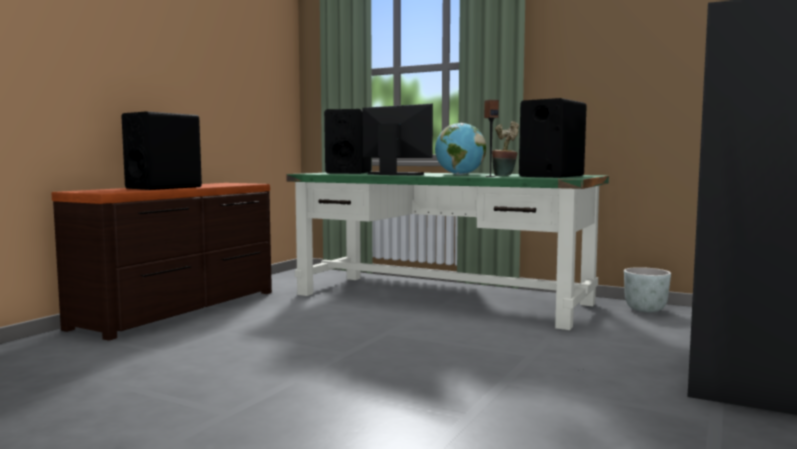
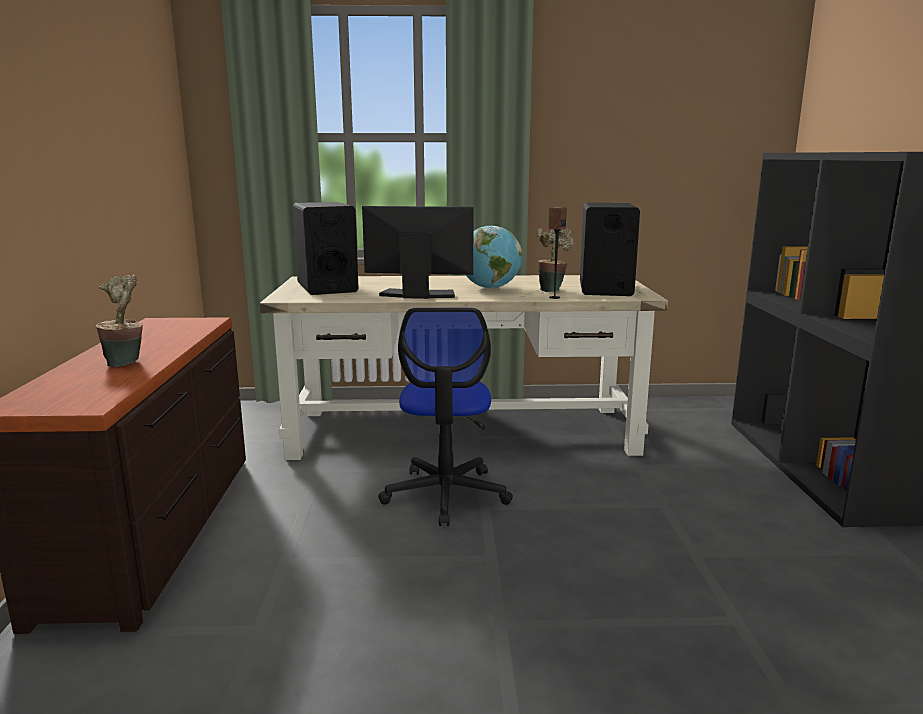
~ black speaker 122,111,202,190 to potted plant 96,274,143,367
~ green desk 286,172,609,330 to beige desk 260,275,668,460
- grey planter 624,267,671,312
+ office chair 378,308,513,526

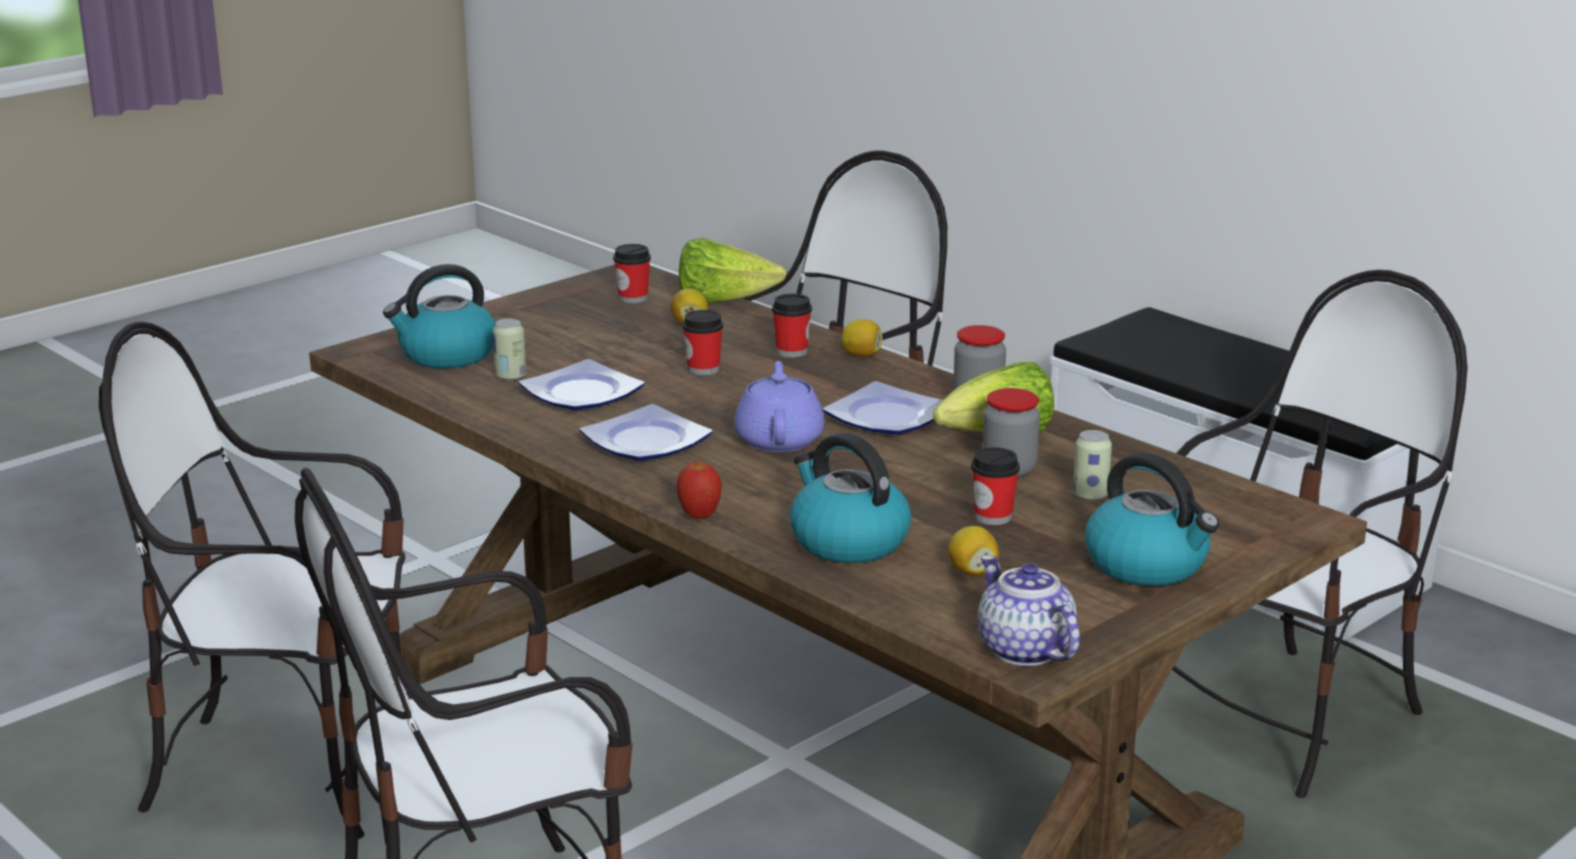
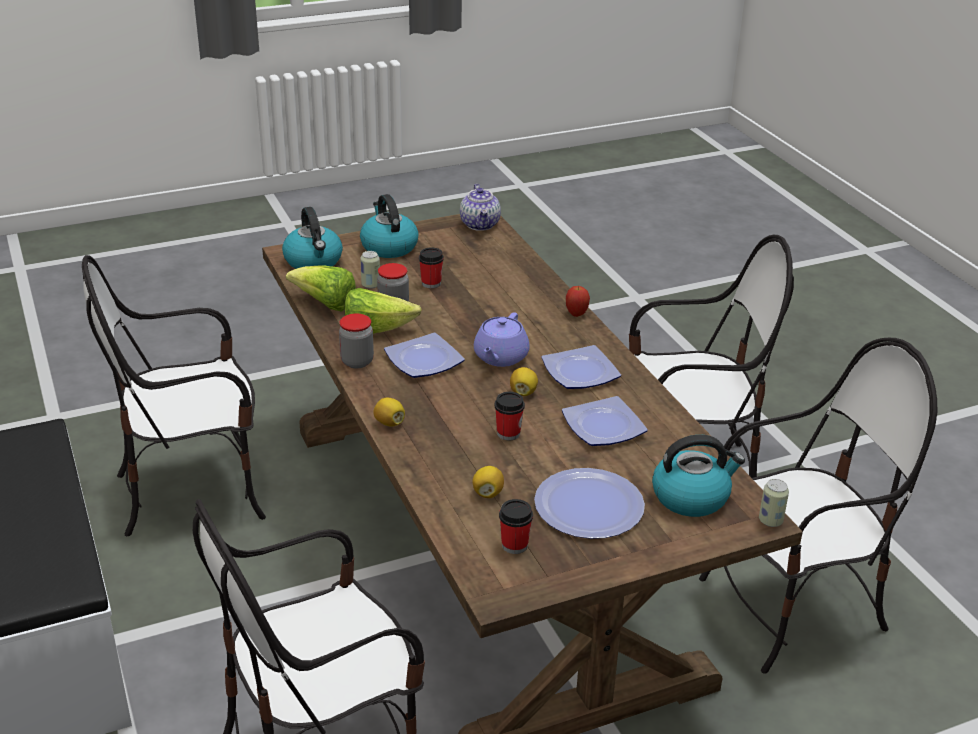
~ lettuce 679,238,787,303 to 286,265,356,312
- cup 772,294,812,358
~ can 493,319,526,381 to 759,479,789,527
~ chair 99,322,409,839 = 699,338,937,674 45 degrees counterclockwise
~ kettle 790,432,911,563 to 282,207,343,269
~ lemon 948,526,999,576 to 510,367,538,396
+ plate 534,468,645,539

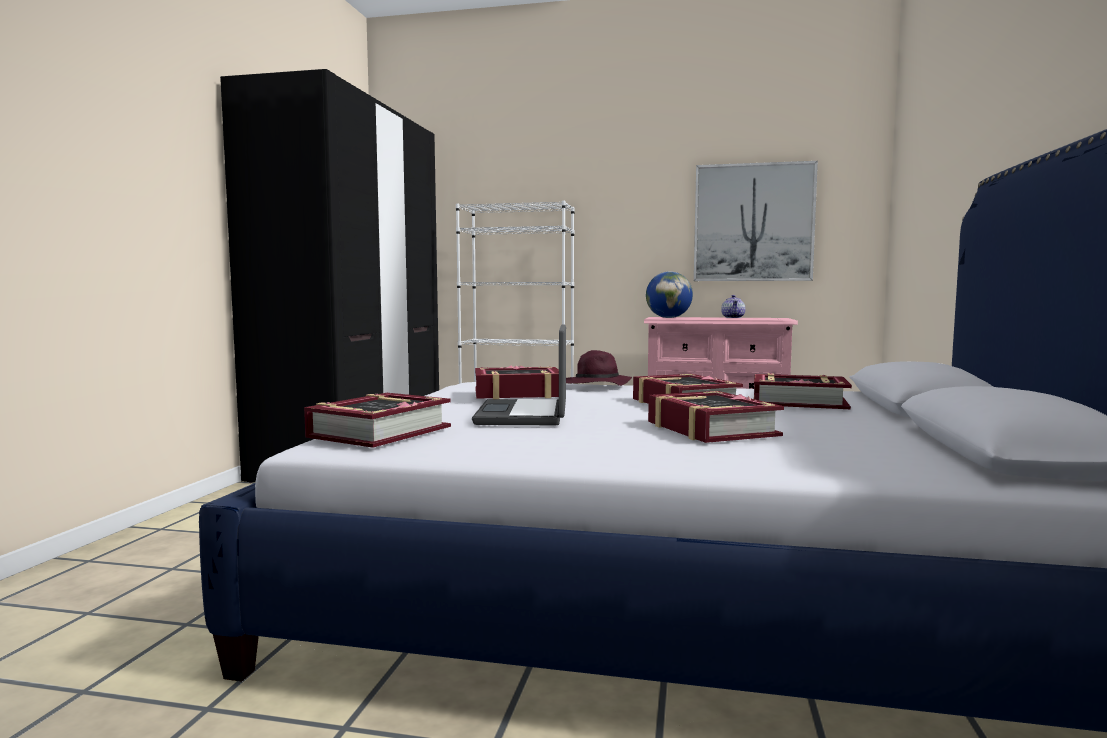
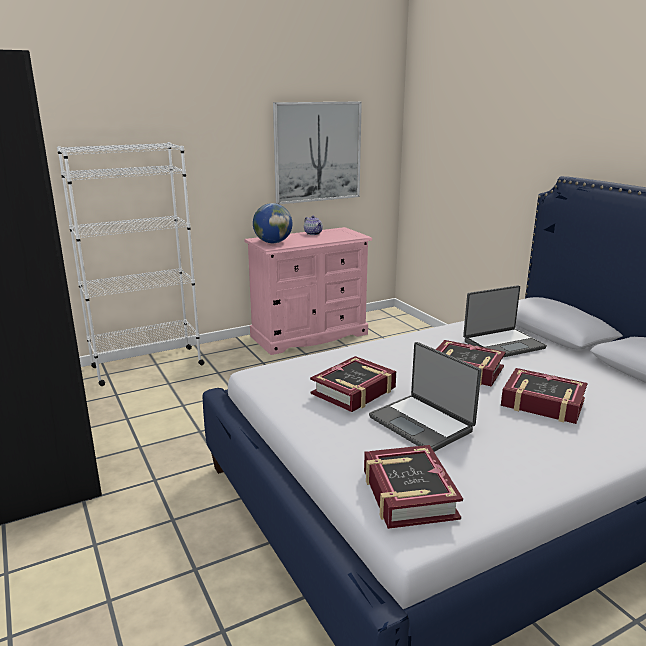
- purple hat 566,350,632,386
~ book 754,373,852,409 to laptop 463,285,547,357

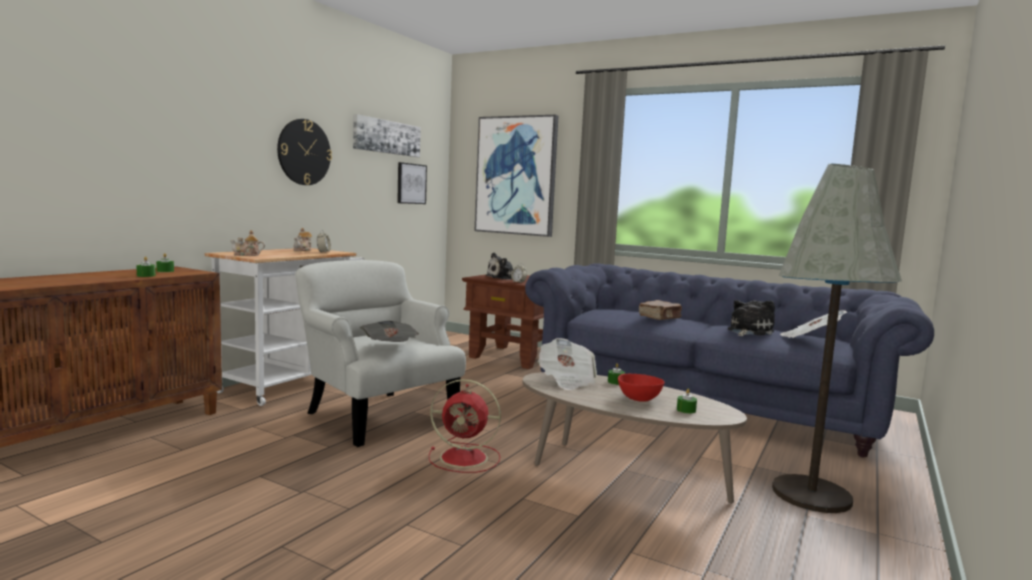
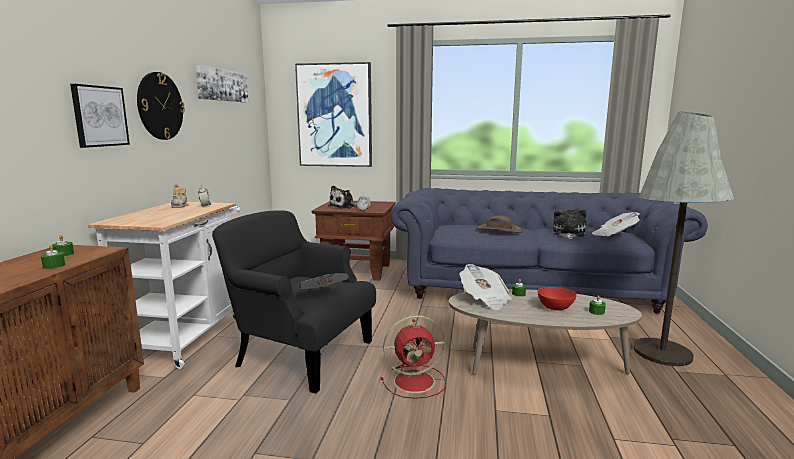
~ picture 397,162,427,204 to 70,84,130,148
- teapot 230,230,265,256
~ white armchair 295,260,466,447 to black armchair 212,210,376,394
~ brown book 639,300,682,320 to brown hat 476,215,523,233

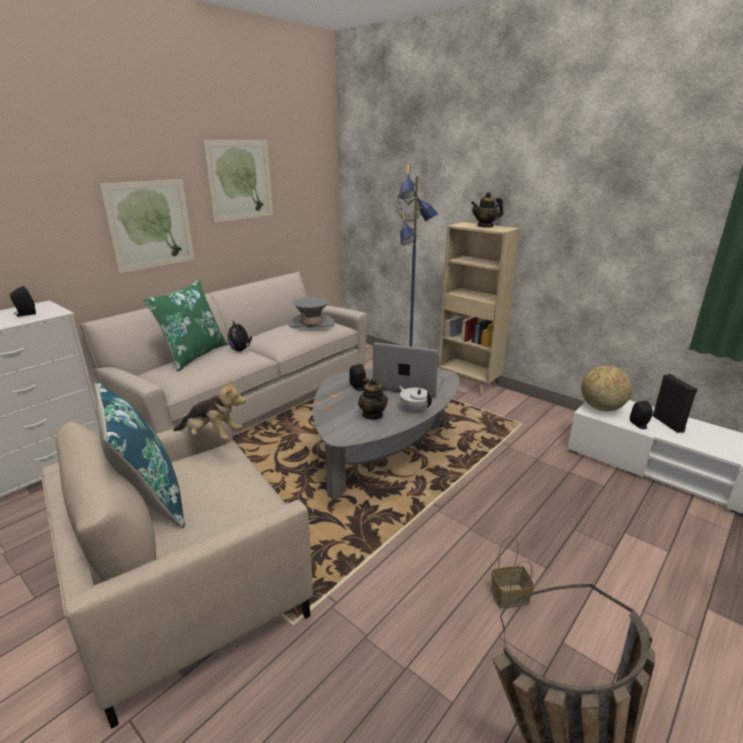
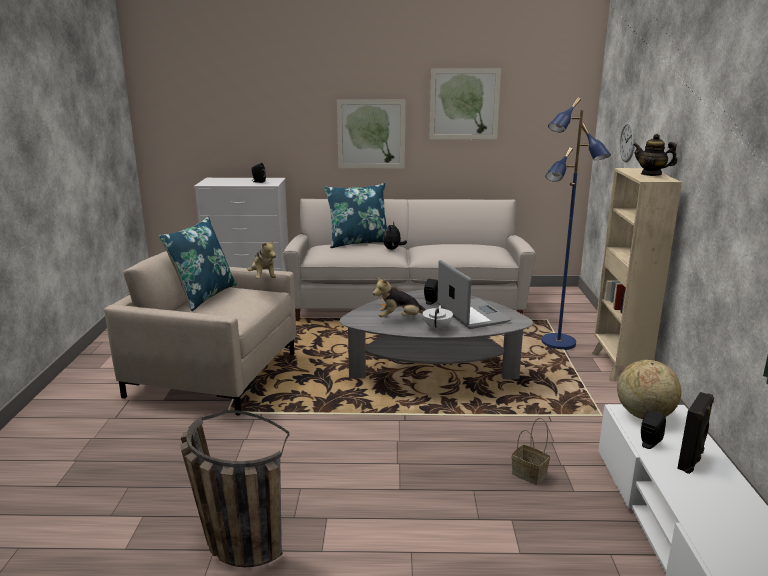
~ green pillow 143,280,228,371 to blue pillow 324,183,387,248
- grey hat 289,297,335,328
~ teapot 358,378,388,420 to plush toy 373,277,426,317
~ basket 491,535,534,609 to 512,418,550,485

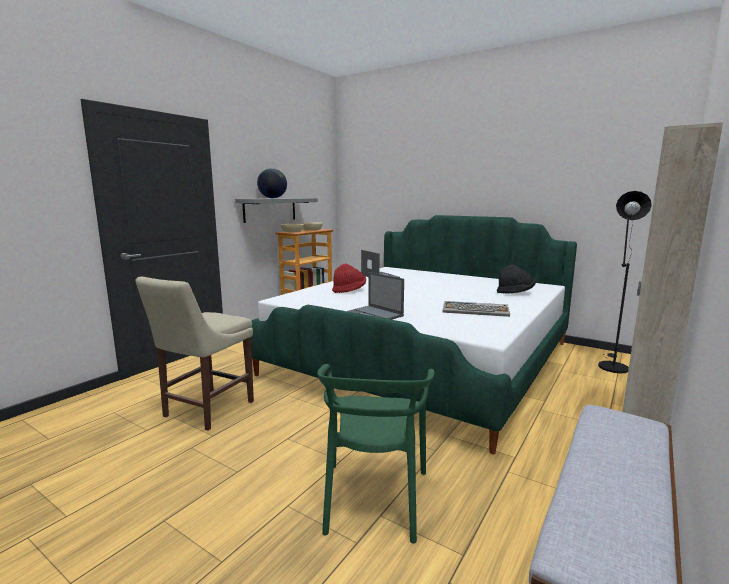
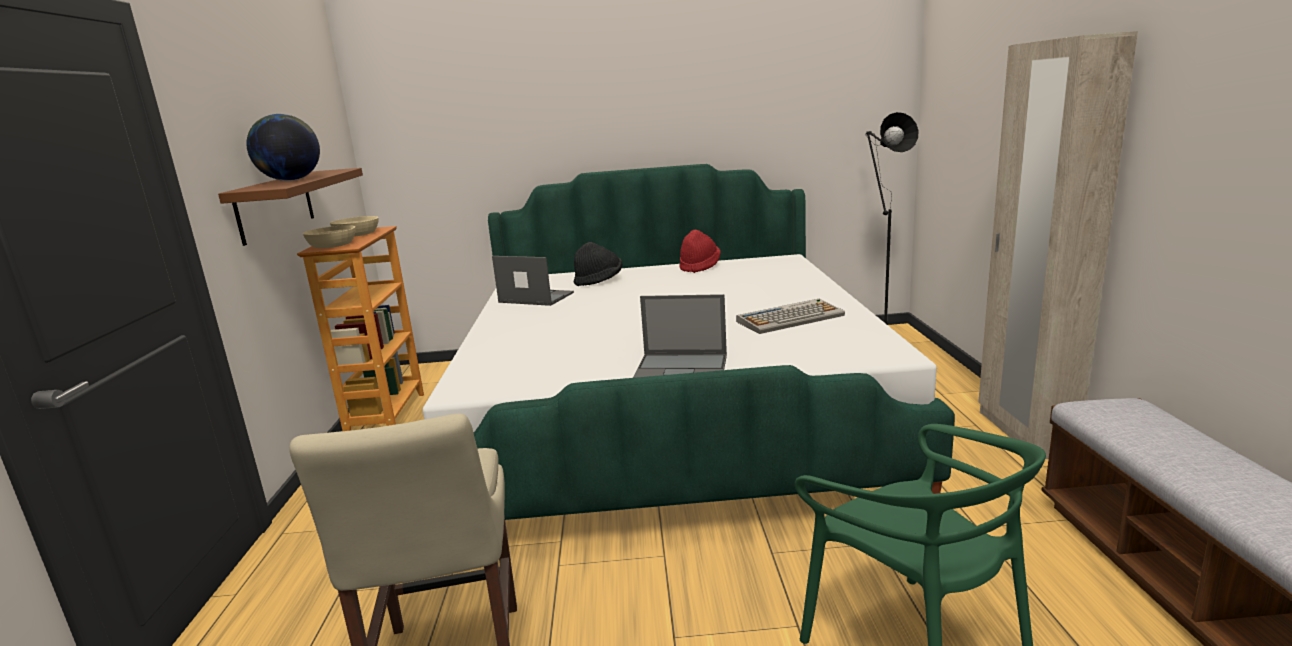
~ grey shelf 235,198,318,223 to brown shelf 218,168,363,246
~ red hat 332,264,366,293 to 679,230,721,273
~ black hat 497,265,535,294 to 574,242,623,286

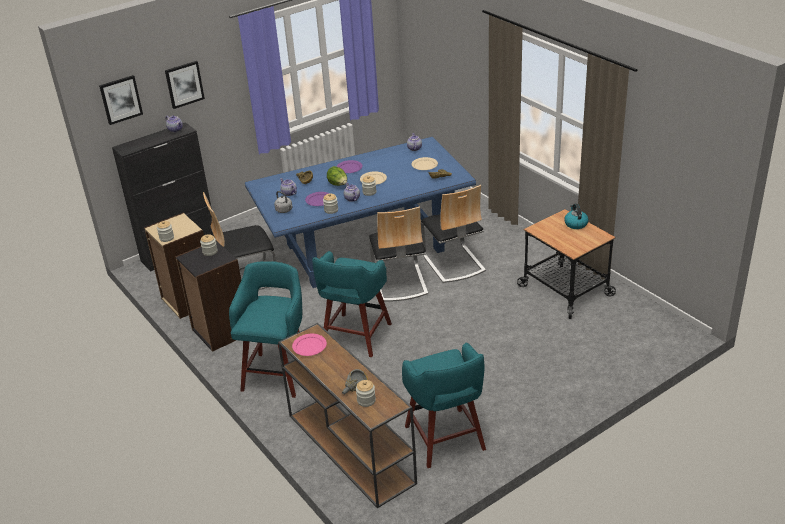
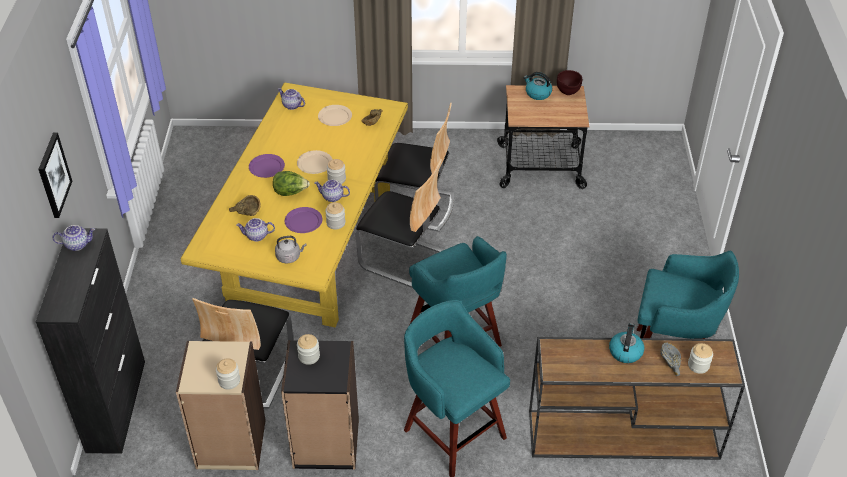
- picture 99,75,143,125
~ blue dining table 245,137,476,288 to yellow dining table 180,83,408,327
- pink plate 292,334,327,356
+ brown bowl 557,70,582,95
+ kettle 609,323,644,363

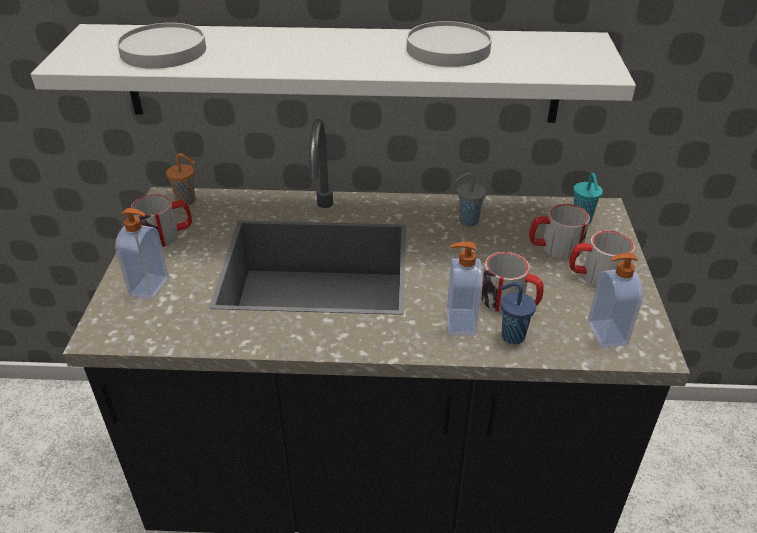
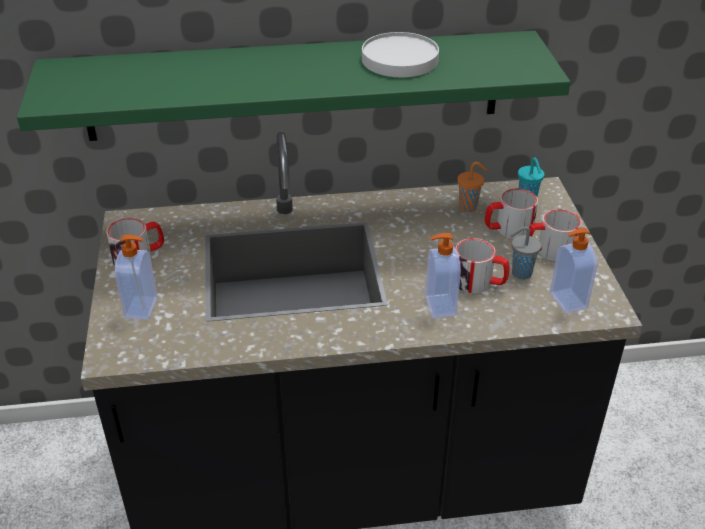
- white plate 117,23,206,69
~ white shelf 31,24,636,123 to green shelf 17,31,570,141
~ orange cup 166,153,195,206 to 458,162,487,212
~ grey cup 455,172,486,227 to 510,226,541,280
- blue cup 500,282,536,344

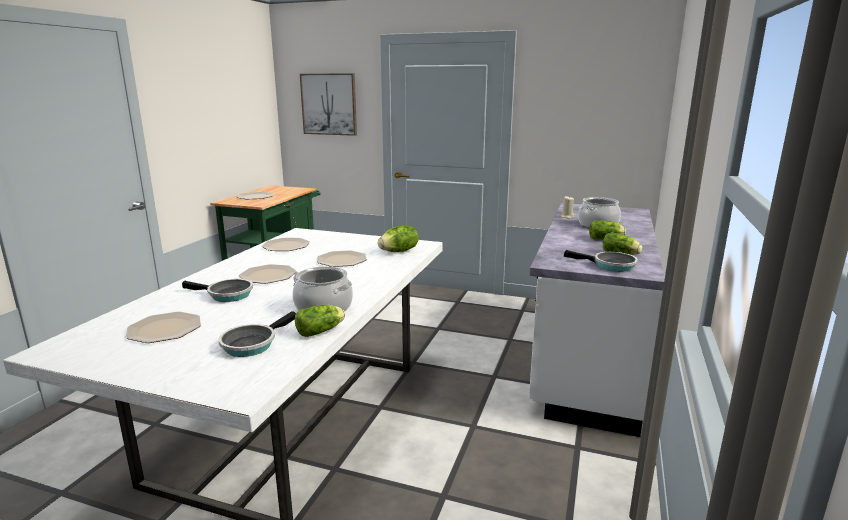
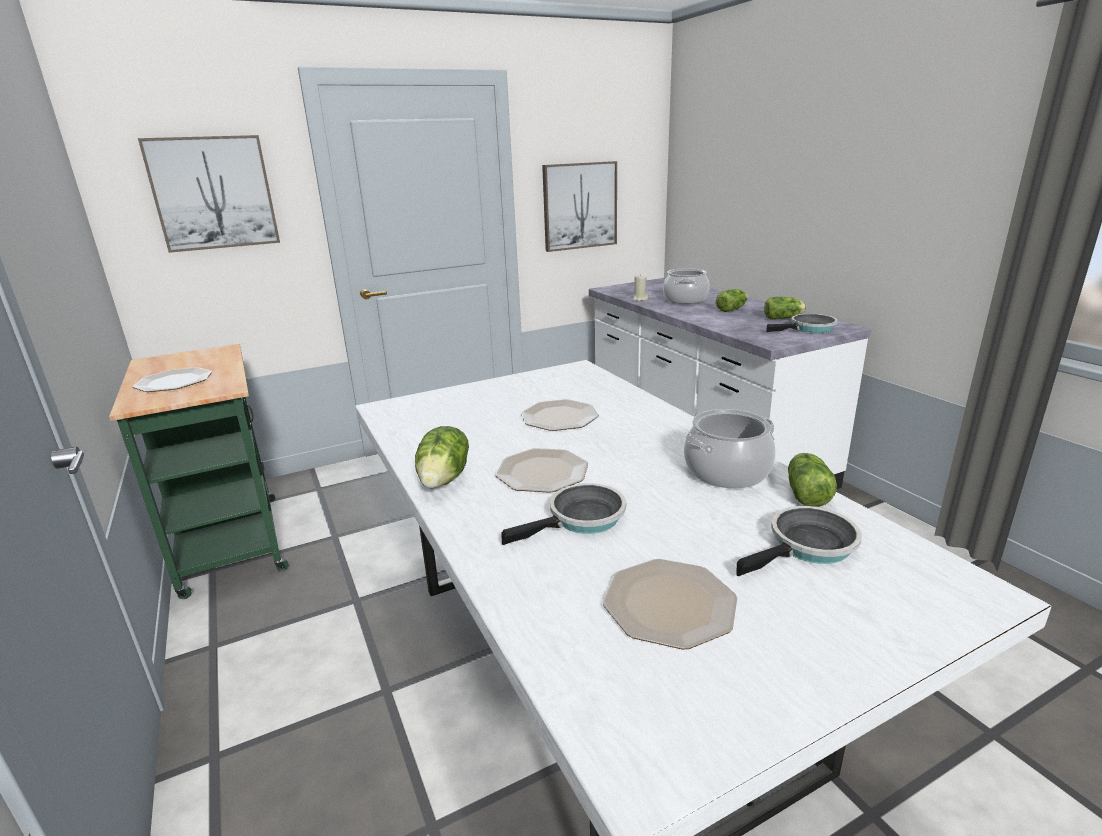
~ lettuce 378,226,419,252 to 415,426,469,489
- plate 261,238,310,251
~ frying pan 218,311,296,357 = 737,506,862,576 105 degrees counterclockwise
+ picture 542,161,617,252

